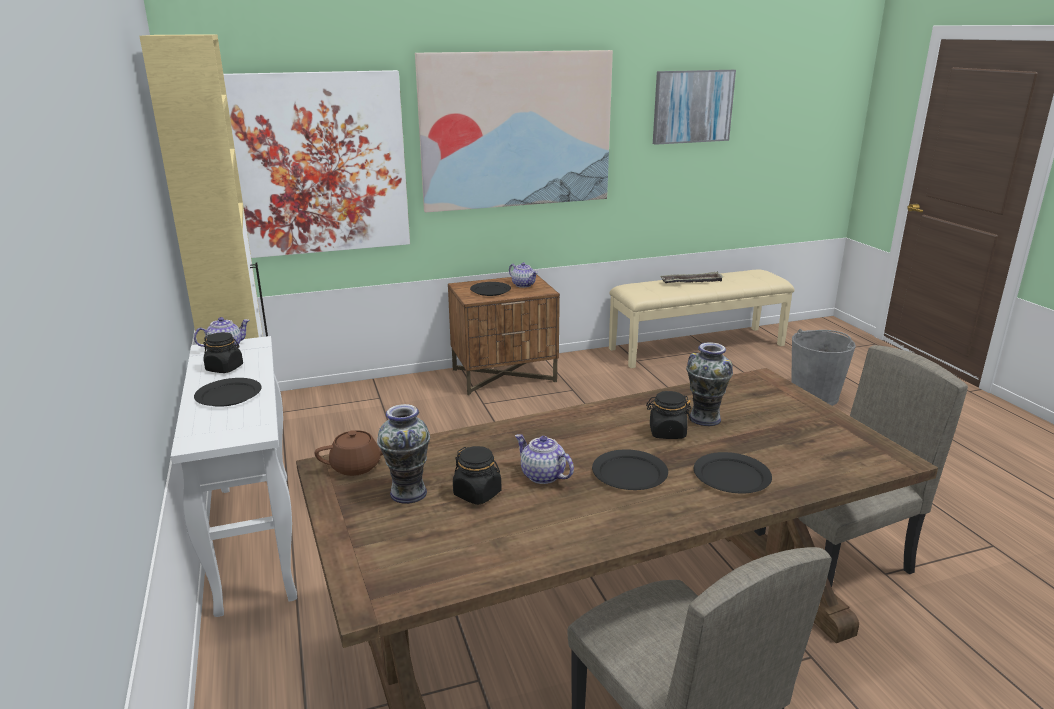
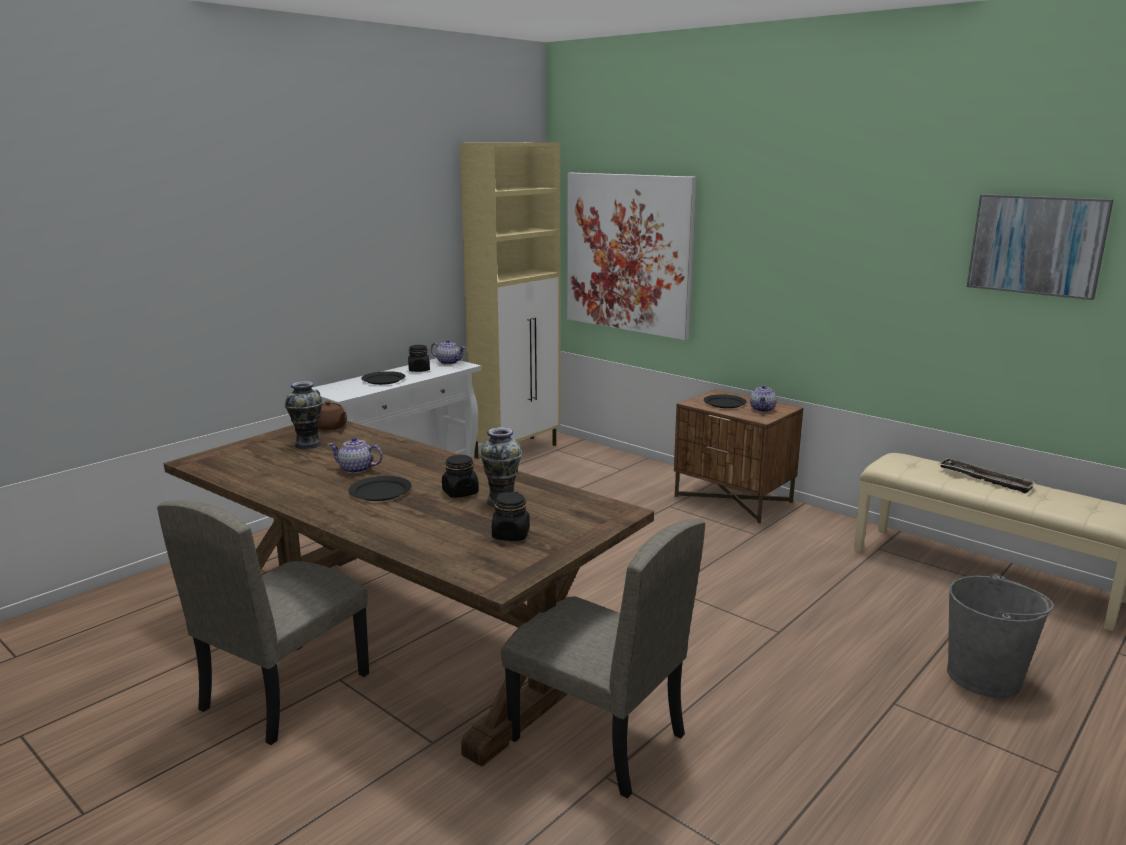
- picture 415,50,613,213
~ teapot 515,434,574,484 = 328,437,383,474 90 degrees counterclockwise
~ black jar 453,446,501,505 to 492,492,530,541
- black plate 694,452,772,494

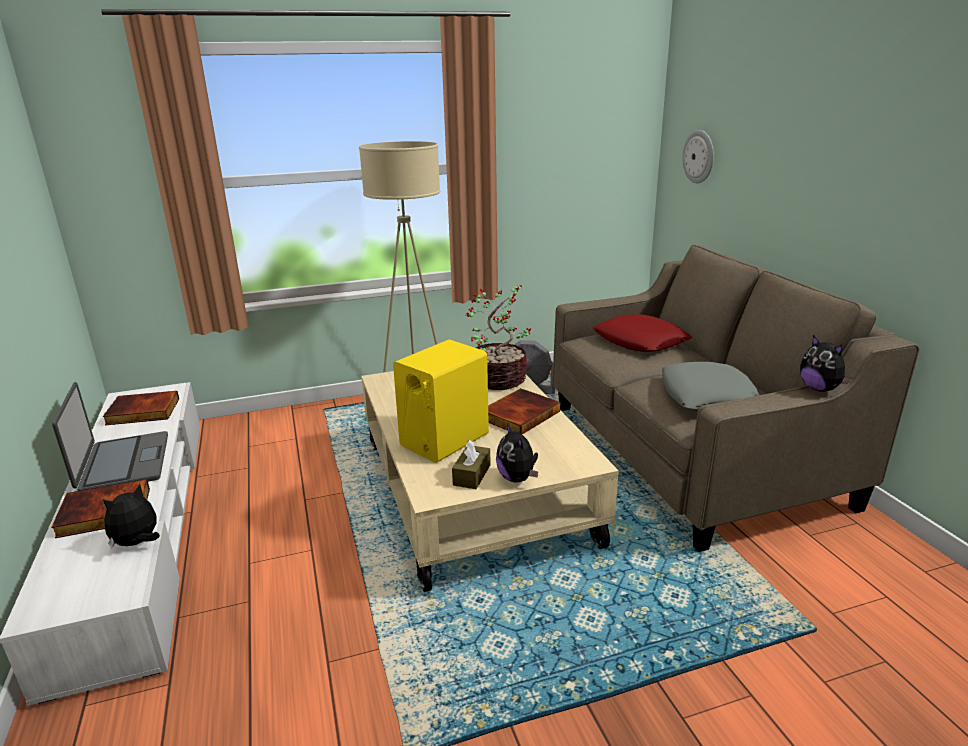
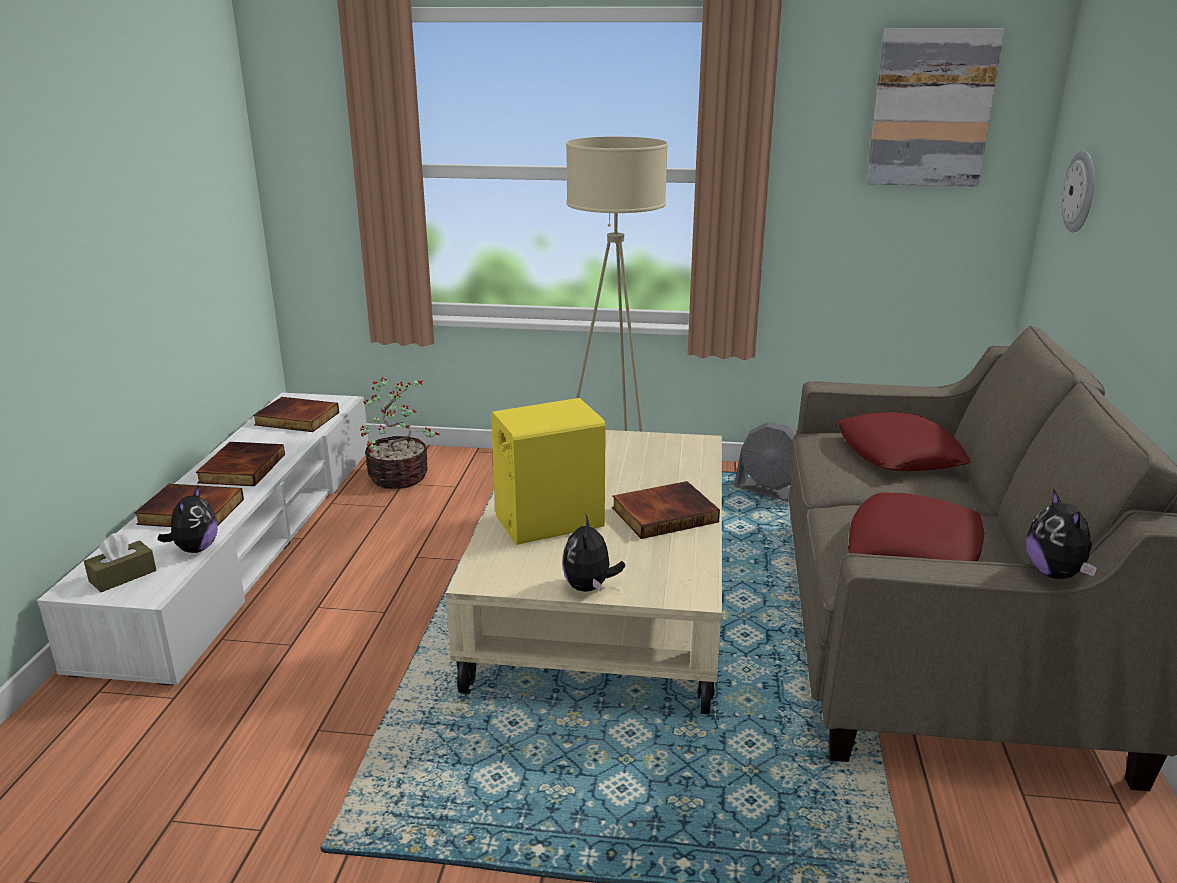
~ potted plant 466,285,531,390 to 360,377,440,489
~ grey pillow 662,362,759,410 to red pillow 848,493,984,561
~ laptop 52,382,168,491 to book 196,442,285,486
~ brown tissue box 452,440,491,489 to 84,533,156,592
~ plush toy 103,484,160,549 = 157,486,218,553 120 degrees clockwise
+ picture 866,28,1004,187

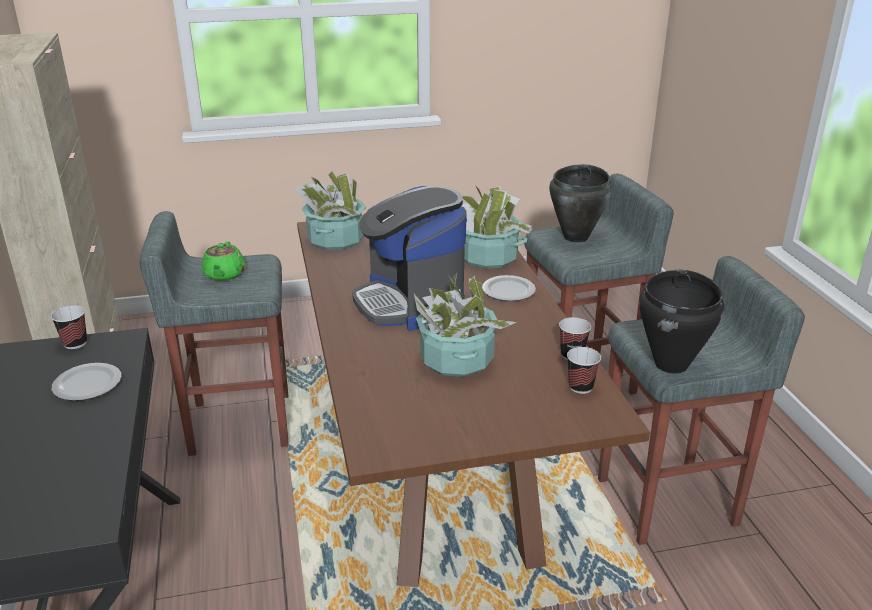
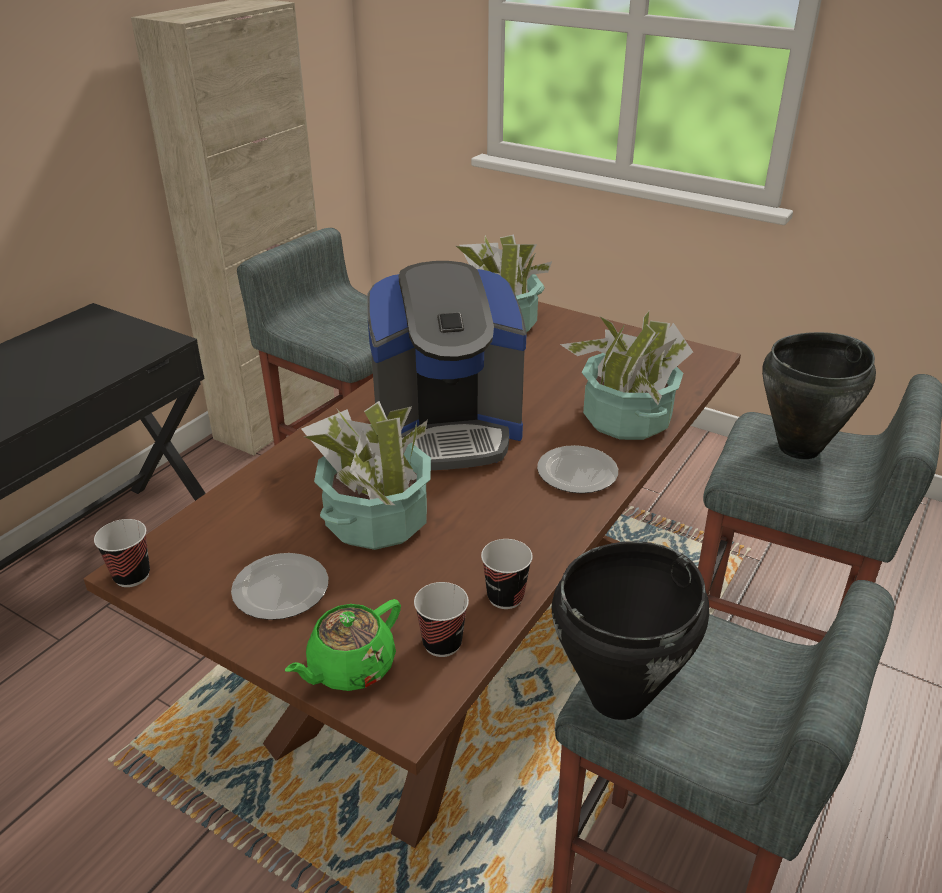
~ coffee machine 352,186,467,331 = 367,261,527,470 120 degrees counterclockwise
~ green teapot 202,241,245,281 to 285,599,401,691
~ cup 51,306,87,349 to 94,519,150,587
~ plate 52,363,121,401 to 231,553,328,620

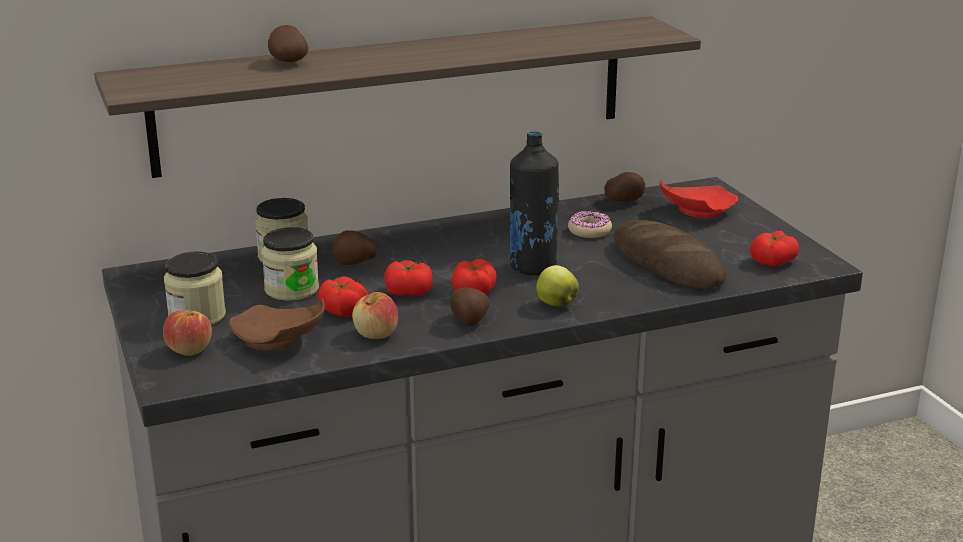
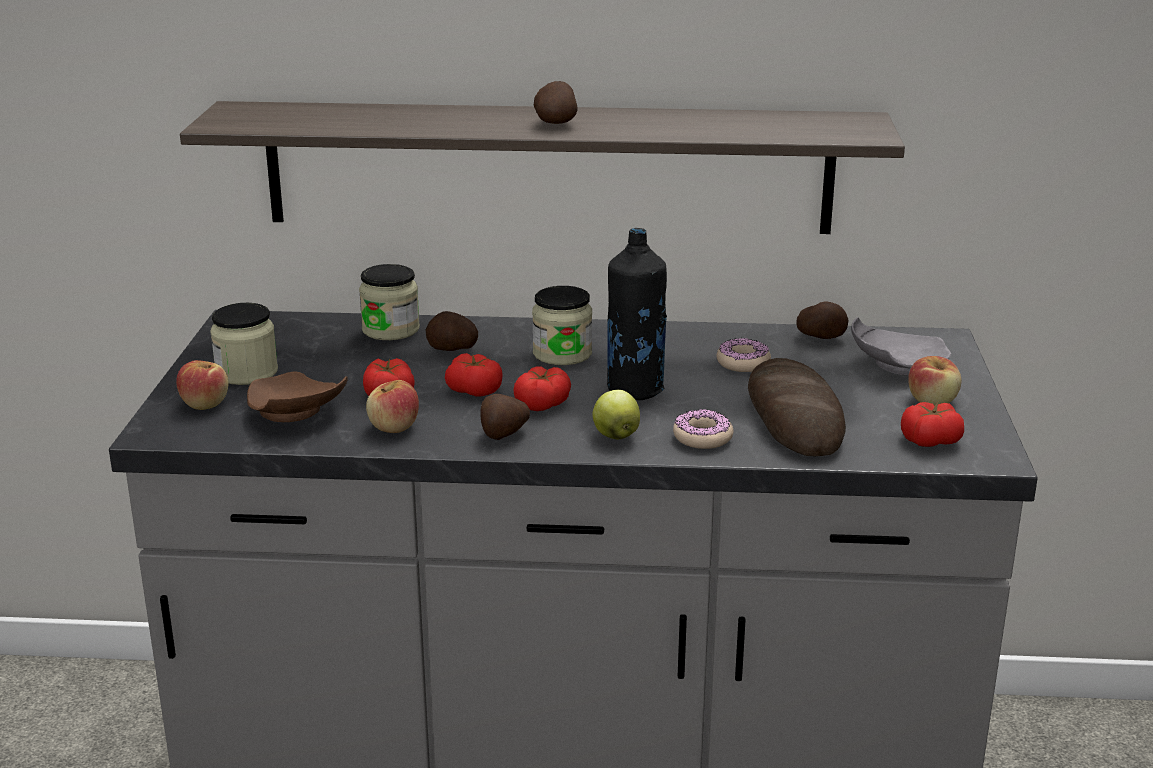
~ potato 268,25,308,62 to 534,81,578,124
~ red plate 660,180,738,218 to grey plate 851,317,951,376
~ jar 262,227,319,301 to 532,286,592,365
+ apple 908,356,961,406
+ donut 673,409,734,449

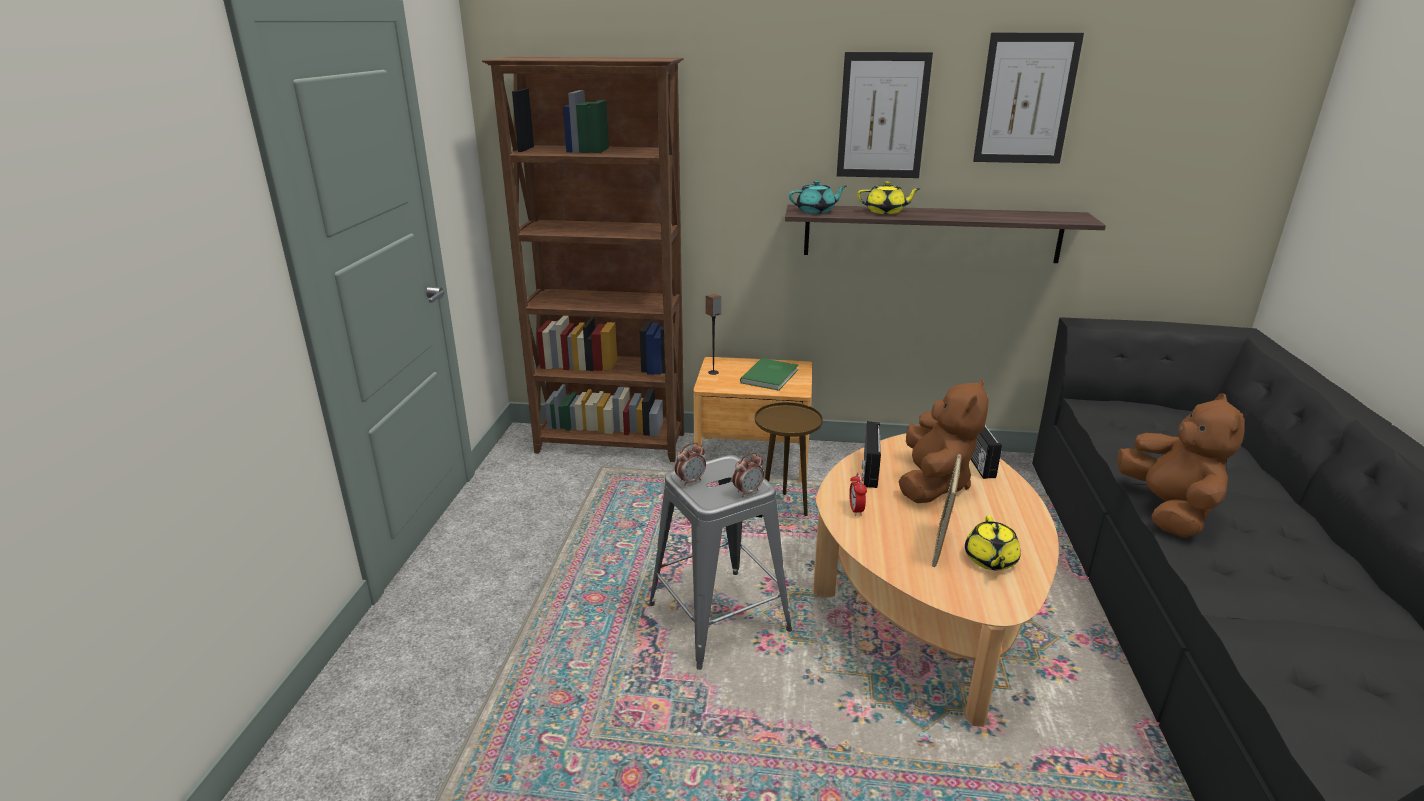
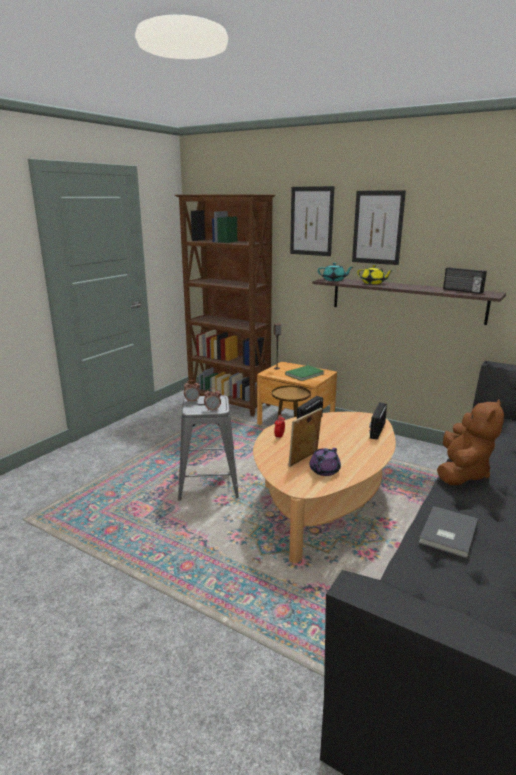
~ picture 973,33,1084,164 to 290,186,335,256
- brown plush toy 899,379,989,503
~ yellow teapot 965,515,1021,570 to purple teapot 309,448,341,476
+ radio 443,267,487,294
+ grey book 419,506,478,558

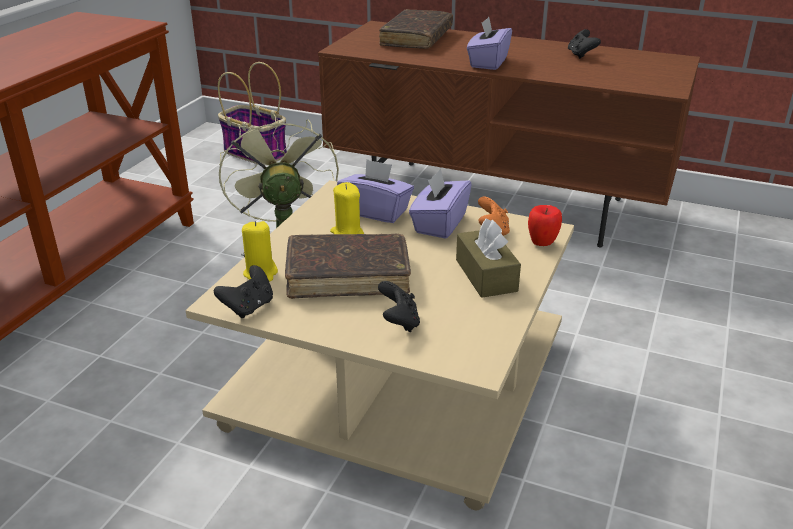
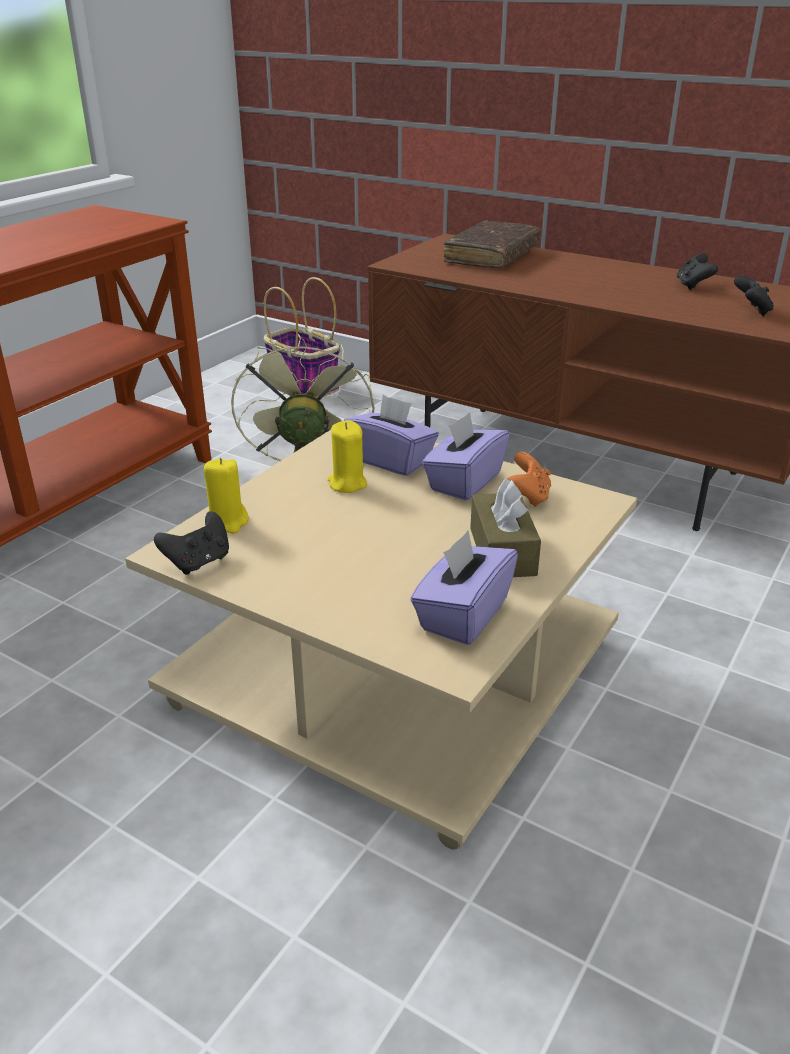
~ purple tissue box 467,17,512,70 to 410,531,518,645
- apple 528,205,562,246
- brown book 285,234,411,299
~ black game controller 378,281,420,332 to 734,276,774,316

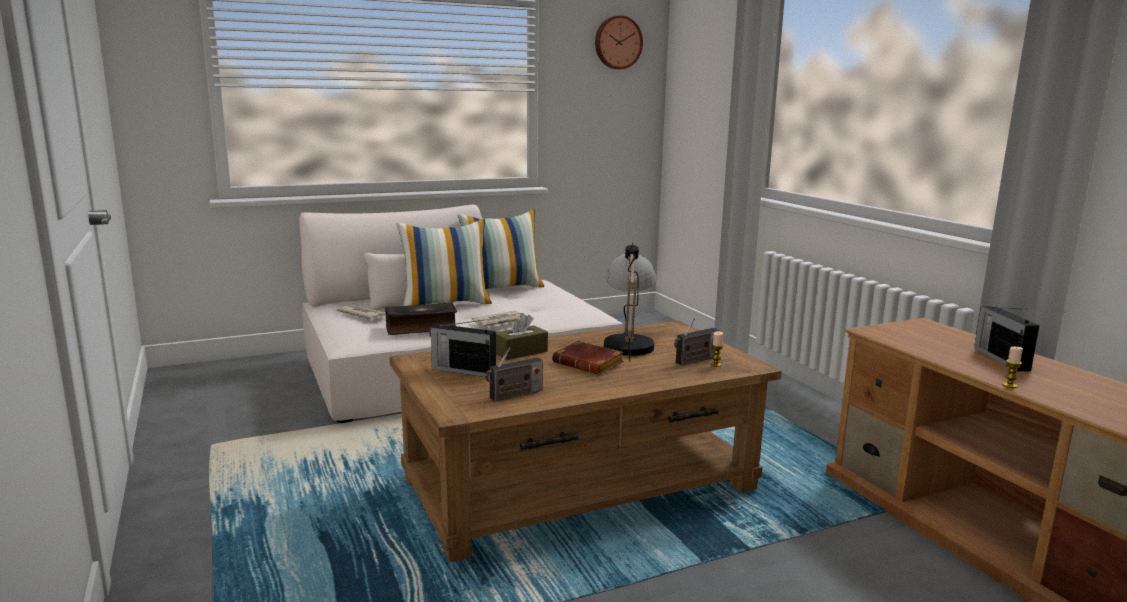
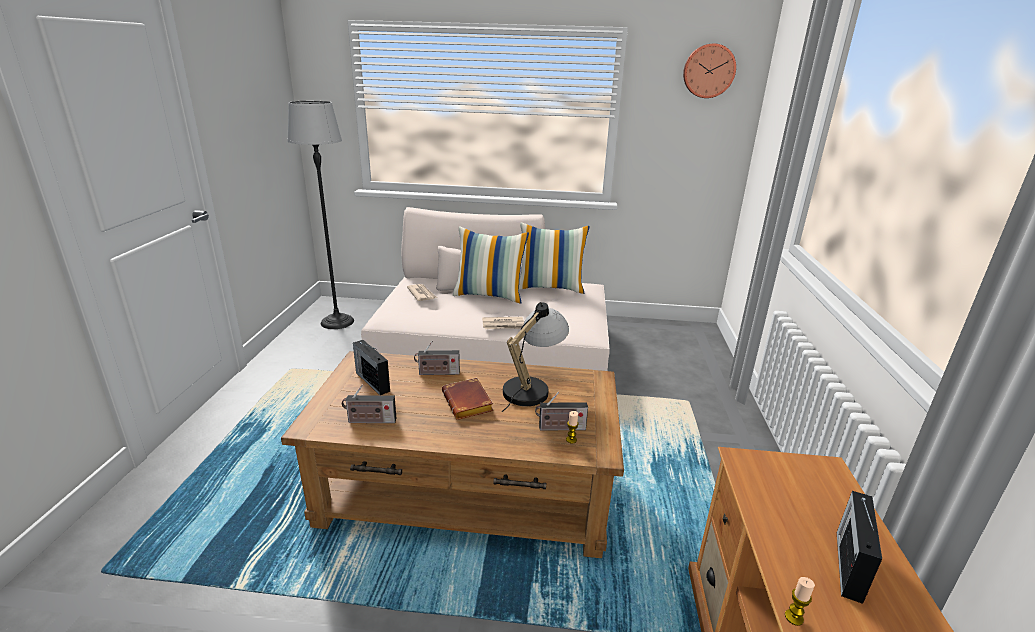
- book 386,302,457,335
~ brown tissue box 496,313,548,360 to radio 414,340,460,375
+ floor lamp 287,101,354,329

